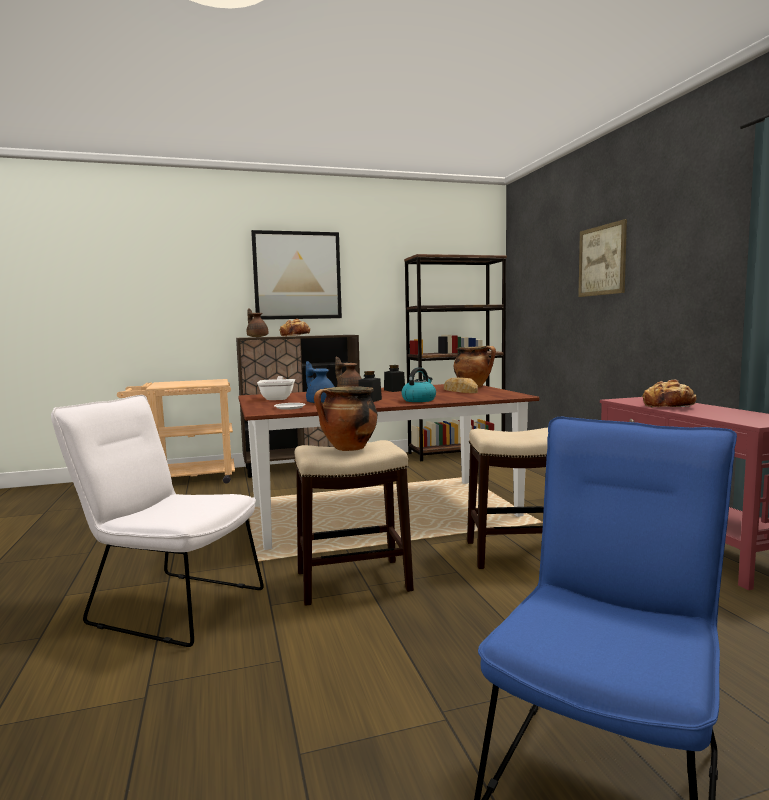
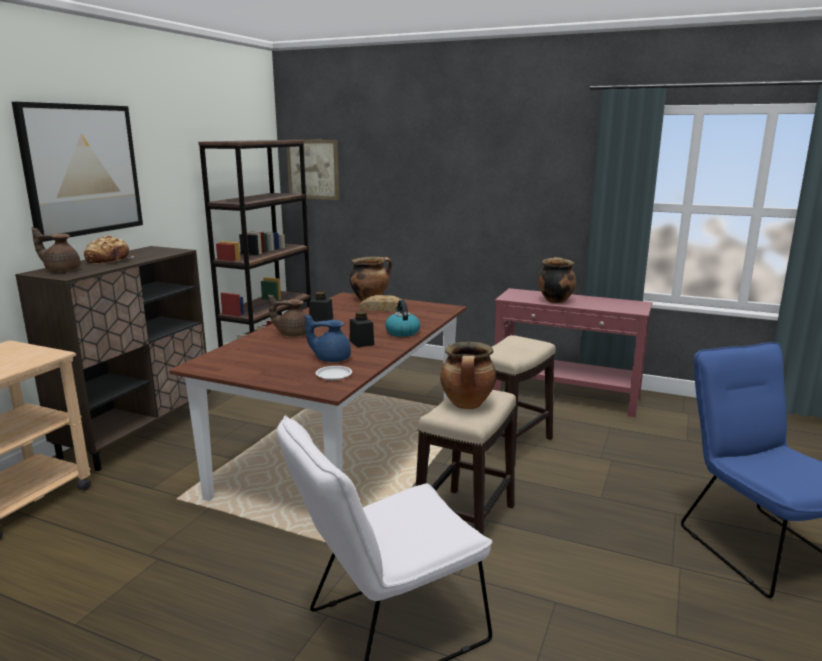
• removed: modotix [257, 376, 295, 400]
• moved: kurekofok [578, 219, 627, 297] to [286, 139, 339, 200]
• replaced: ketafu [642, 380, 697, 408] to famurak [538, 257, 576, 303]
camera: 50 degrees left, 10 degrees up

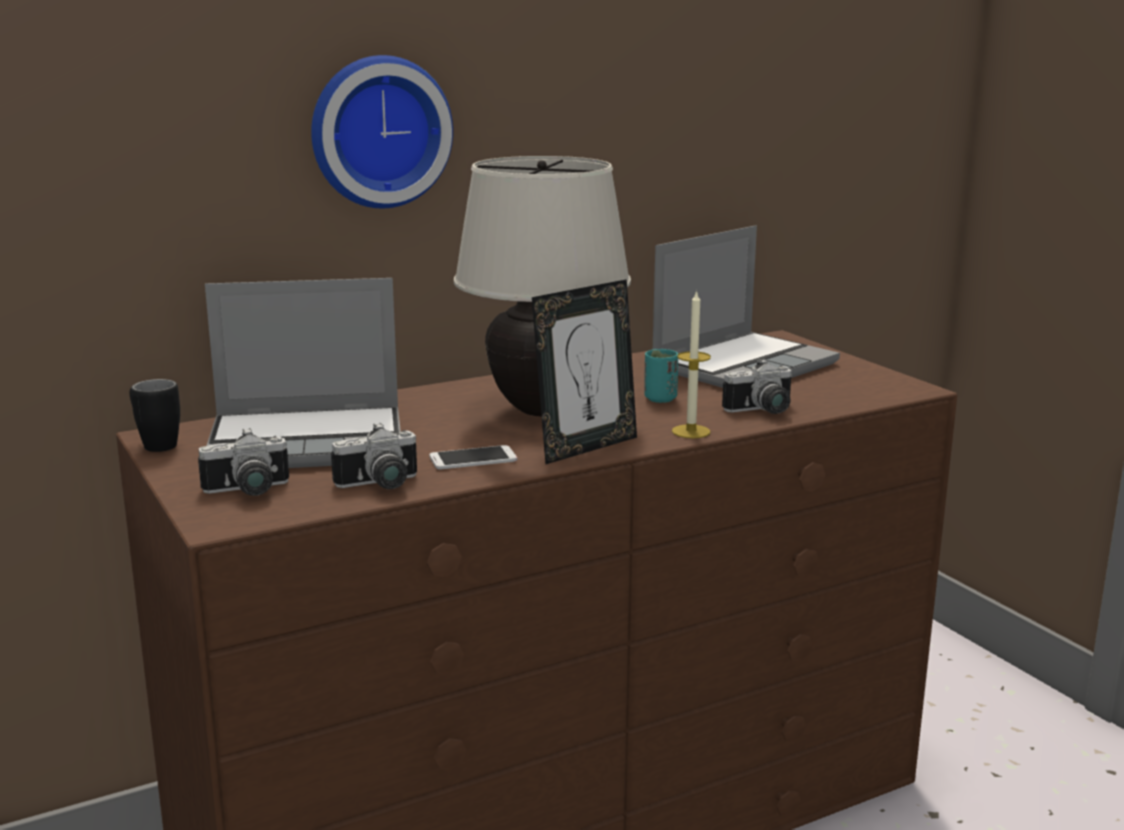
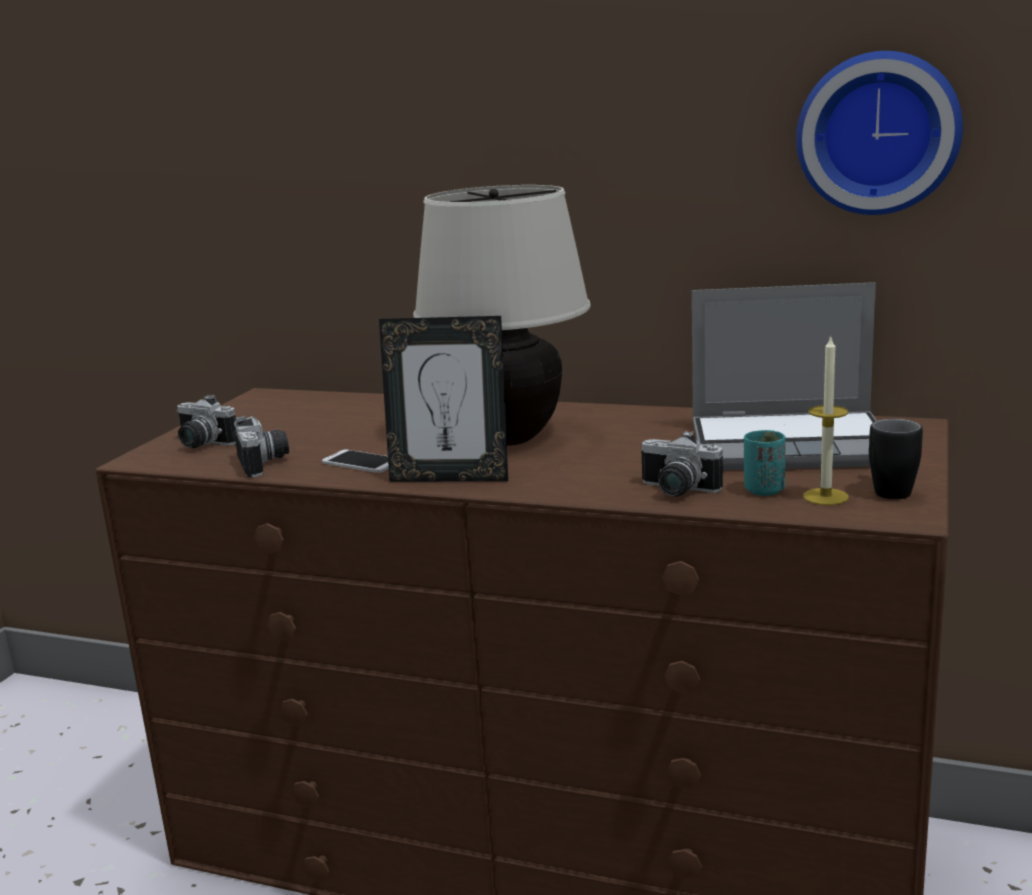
• moved: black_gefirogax [130, 379, 180, 452] to [869, 419, 923, 499]
• removed: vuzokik [205, 278, 401, 468]
• moved: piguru [311, 55, 453, 209] to [796, 51, 963, 215]
• turned: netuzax [331, 423, 417, 489] = [234, 415, 289, 478] 135 degrees counterclockwise
• moved: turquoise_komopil [644, 349, 678, 403] to [744, 430, 785, 496]
• moved: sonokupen [672, 290, 711, 438] to [803, 336, 849, 505]
camera: 50 degrees right, 0 degrees up

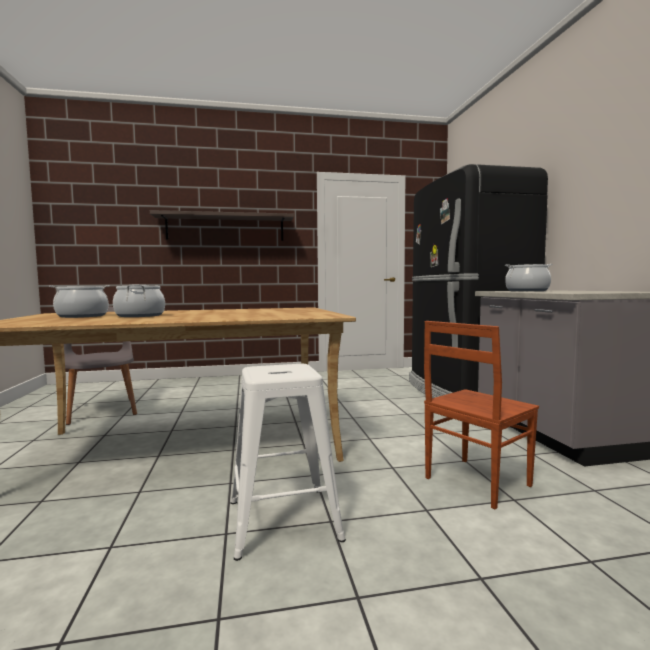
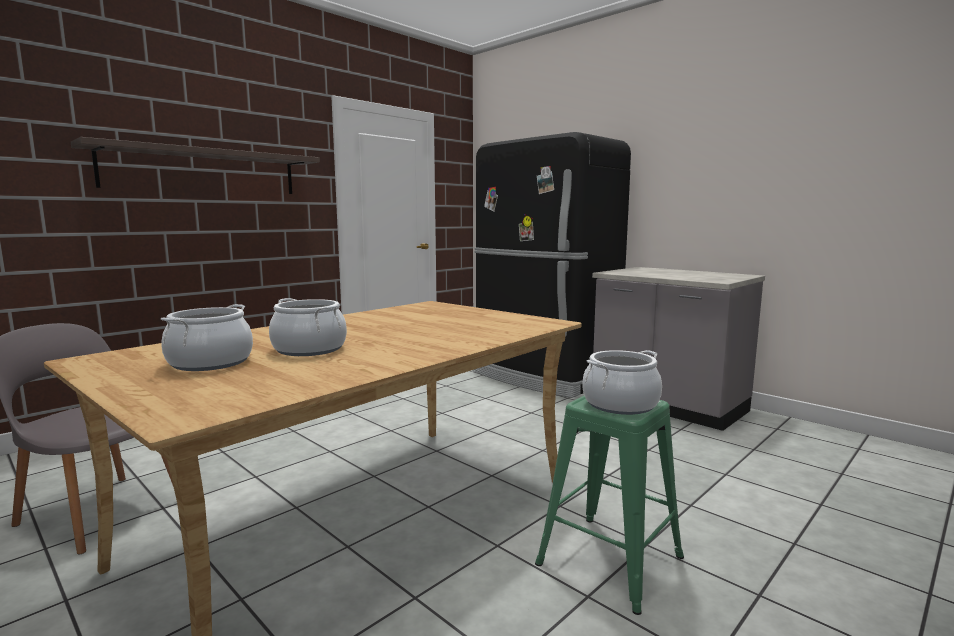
• recoloured: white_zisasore [230, 364, 346, 561] to green_zisasore [535, 396, 684, 615]
• removed: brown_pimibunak [424, 321, 539, 509]
• moved: famurak [505, 264, 553, 291] to [583, 350, 662, 415]
camera: 35 degrees left, 5 degrees up

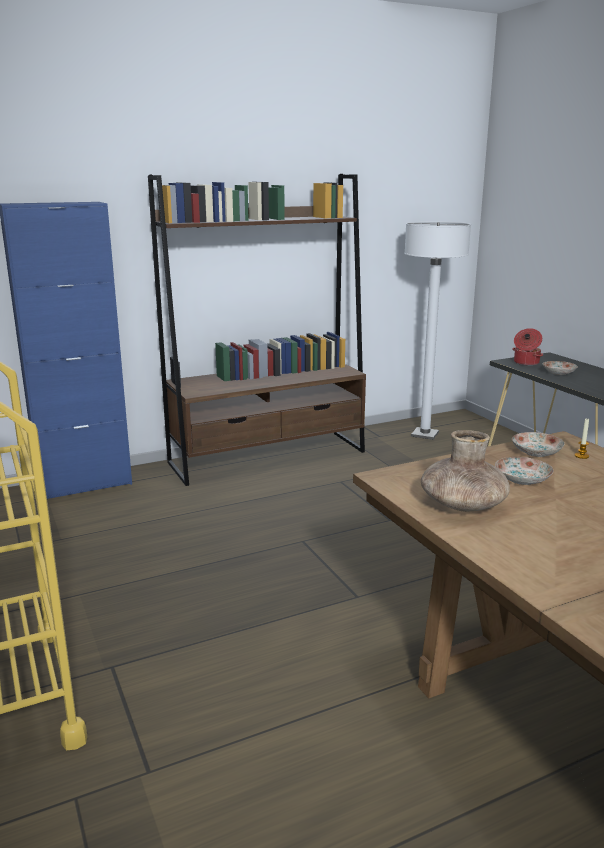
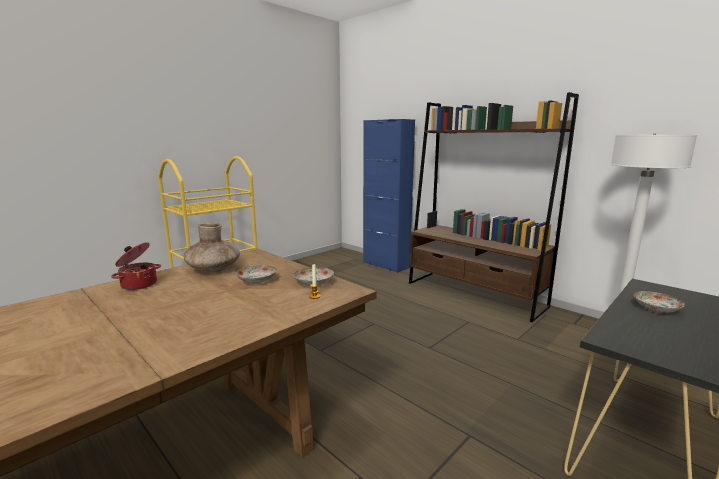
• moved: famurak [512, 328, 543, 366] to [111, 242, 161, 290]
camera: 70 degrees right, 5 degrees down

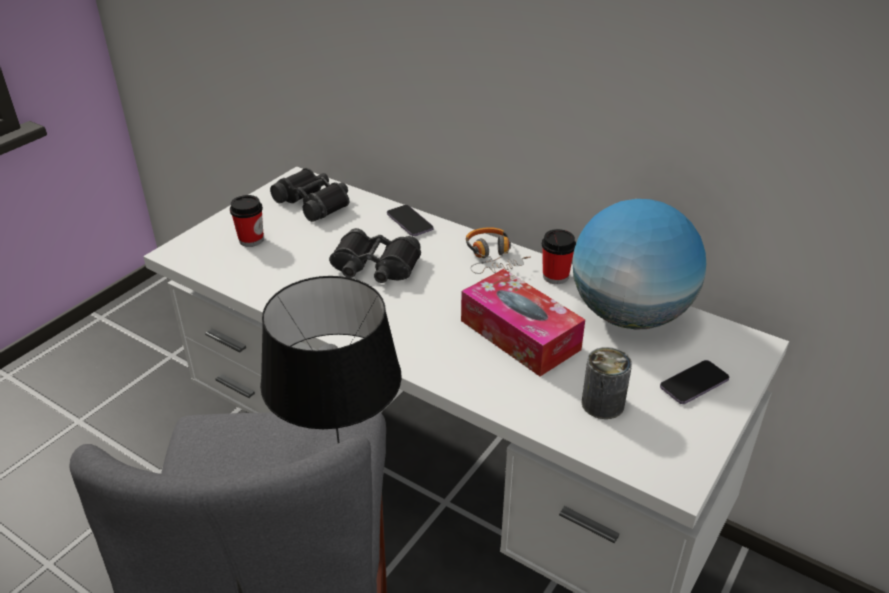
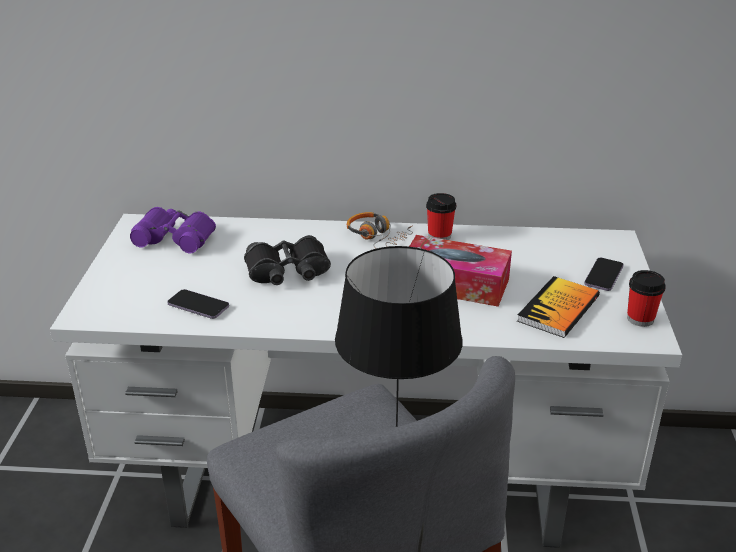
• moved: komopil [230, 195, 264, 247] to [627, 270, 666, 327]
• recoloured: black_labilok [270, 168, 350, 222] to purple_labilok [130, 207, 216, 254]
• moved: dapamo [387, 205, 433, 236] to [167, 289, 229, 319]
• removed: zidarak [572, 199, 706, 330]
• replaced: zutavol [582, 347, 632, 419] to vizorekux [517, 276, 600, 338]
camera: 30 degrees left, 5 degrees down

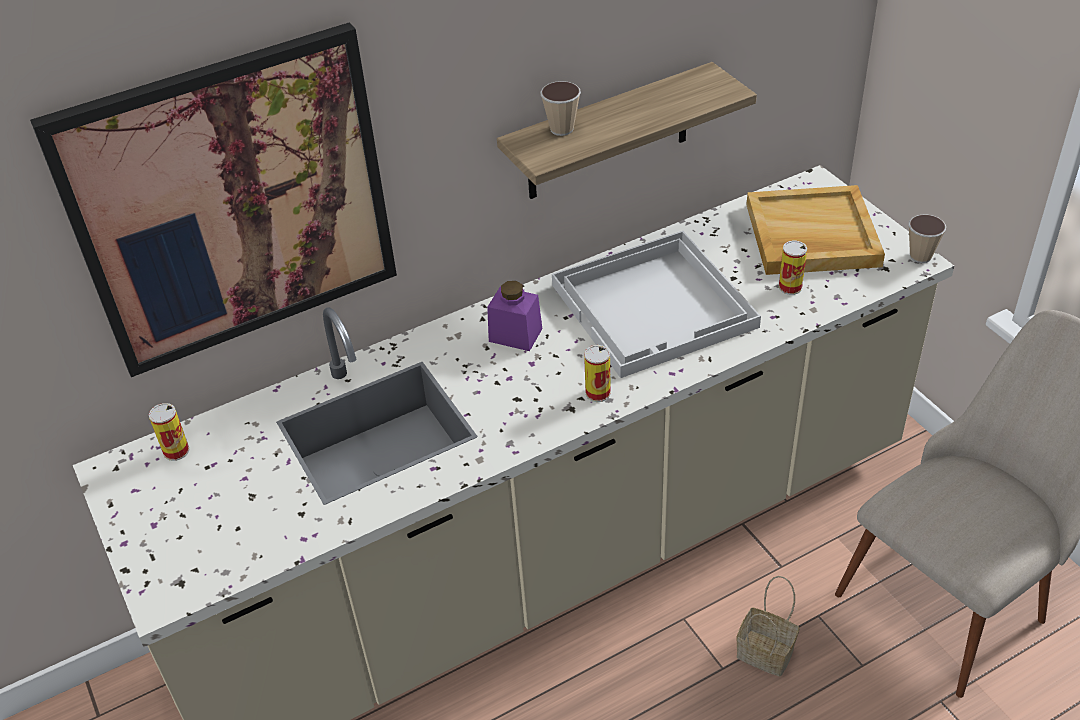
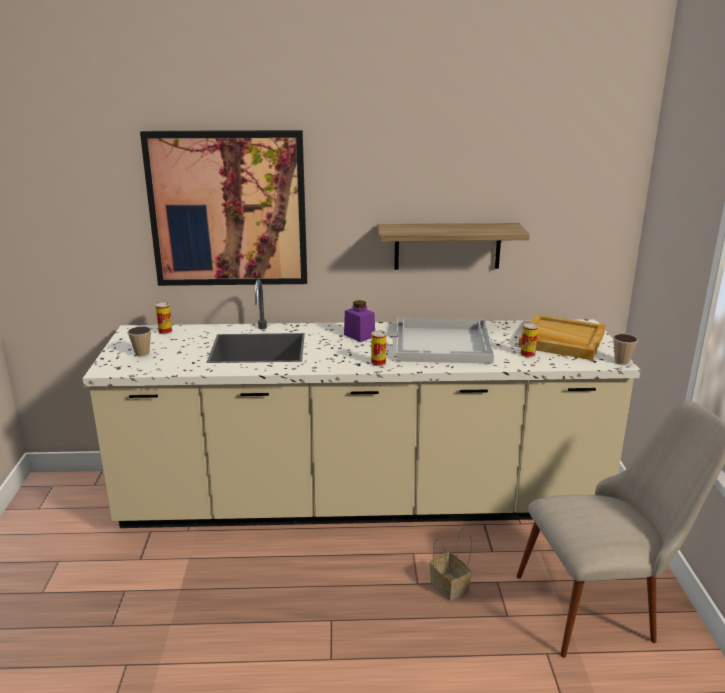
• moved: komopil [540, 81, 581, 136] to [127, 326, 151, 357]
camera: 25 degrees right, 20 degrees down

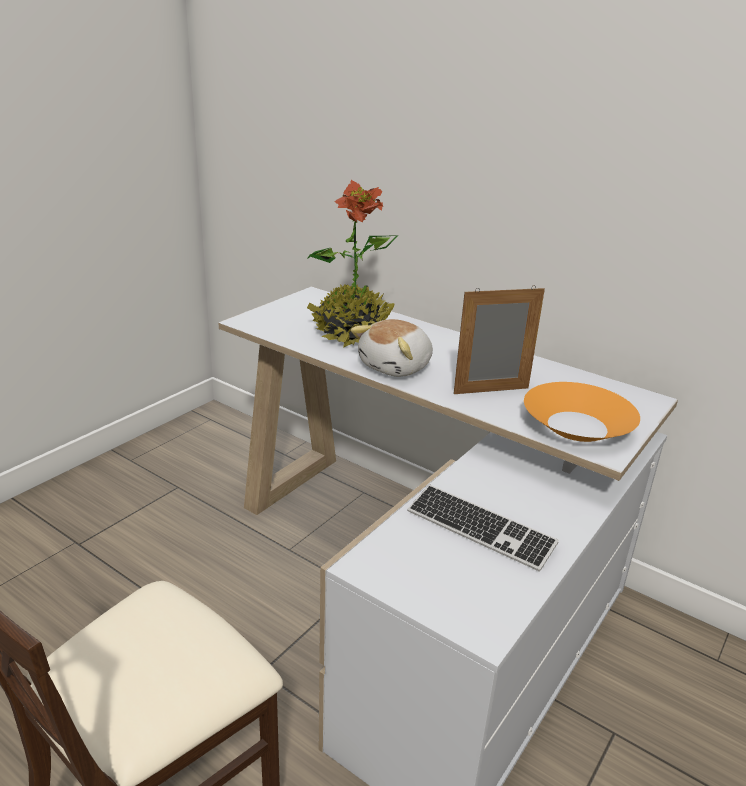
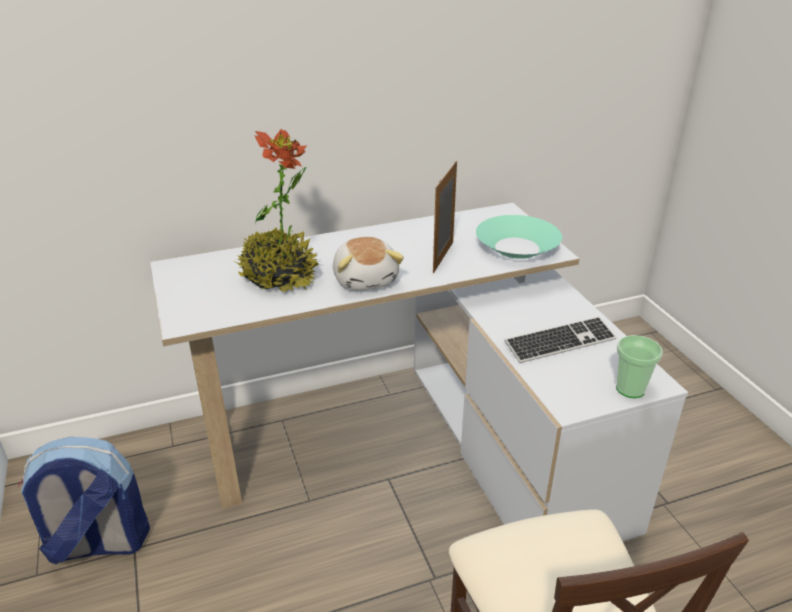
• recoloured: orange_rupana [524, 382, 640, 442] to turquoise_rupana [476, 215, 562, 259]
• added: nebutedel [18, 437, 150, 565]
• added: komopil [616, 335, 663, 398]
camera: 55 degrees left, 5 degrees up

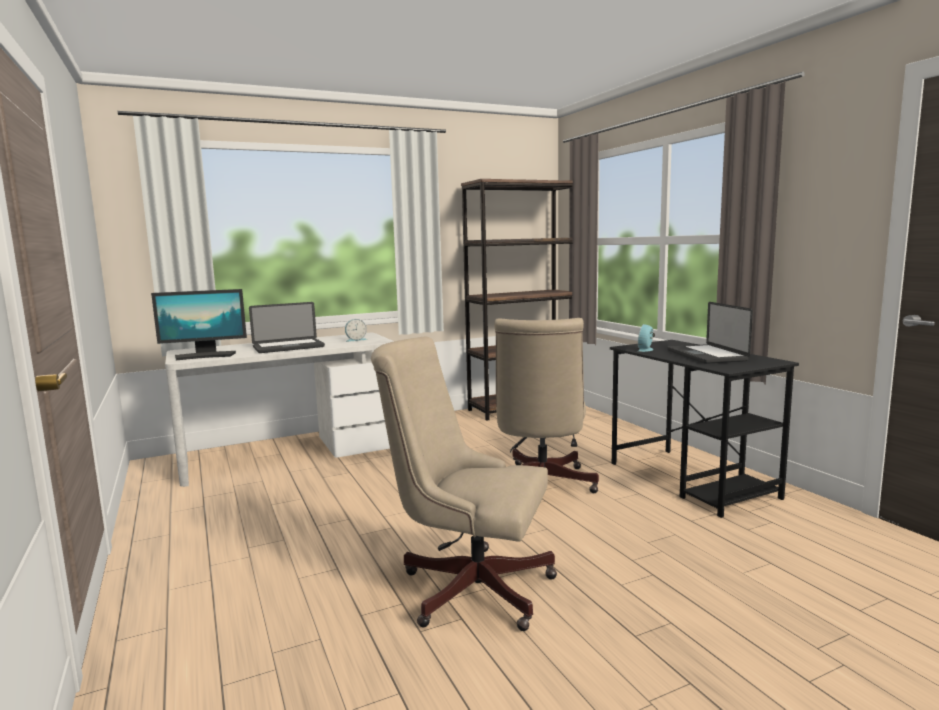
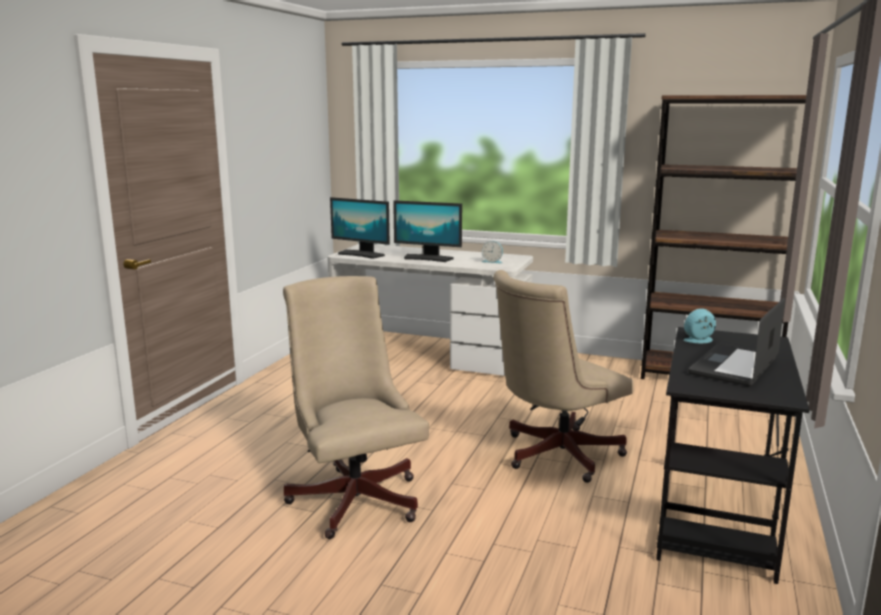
• replaced: vuzokik [249, 302, 325, 353] to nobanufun [393, 200, 462, 262]
camera: 45 degrees right, 5 degrees up

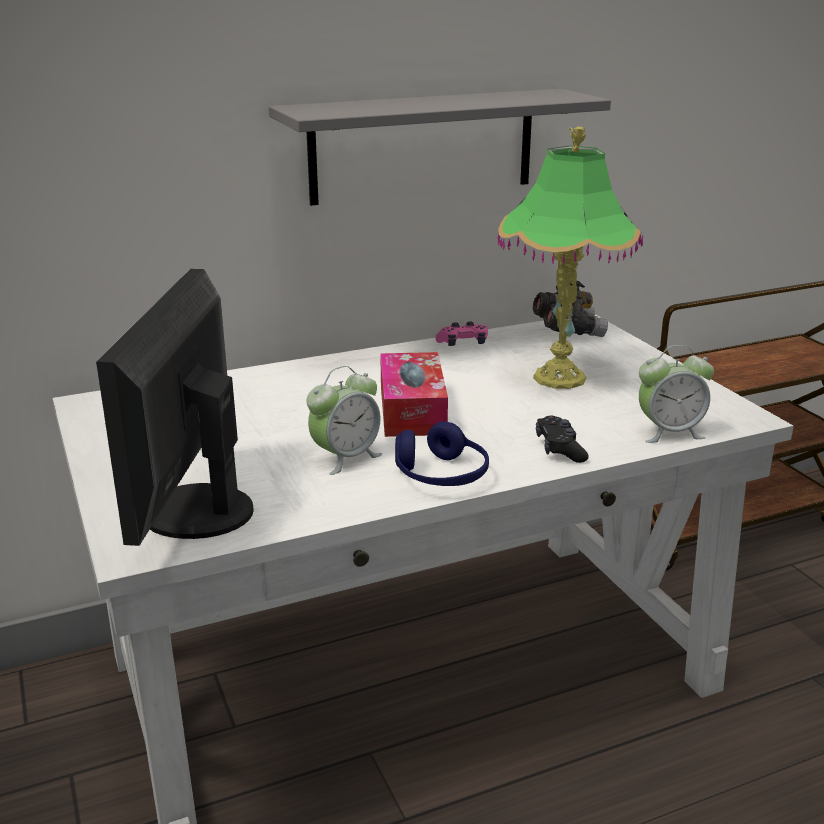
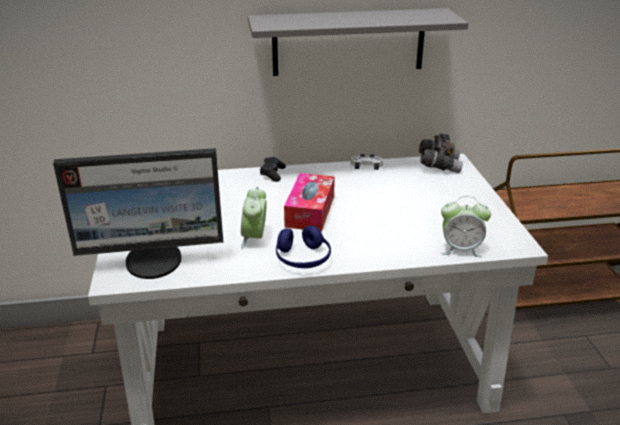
• turned: nobanufun [96, 269, 254, 546] = [53, 148, 224, 279] 120 degrees counterclockwise
• turned: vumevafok [307, 366, 382, 475] = [241, 186, 267, 249] 120 degrees clockwise
• recoloured: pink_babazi [436, 321, 488, 346] to white_babazi [350, 154, 383, 170]
• removed: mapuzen [498, 127, 643, 389]
• moved: black_babazi [536, 416, 589, 463] to [260, 157, 286, 182]
camera: 15 degrees right, 5 degrees up

